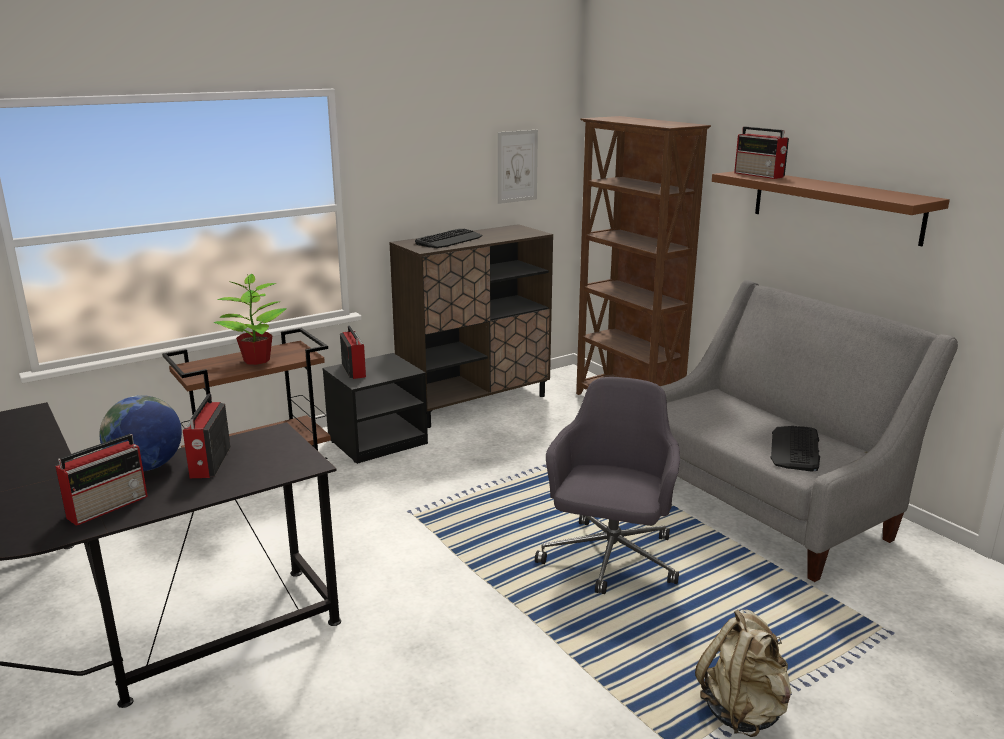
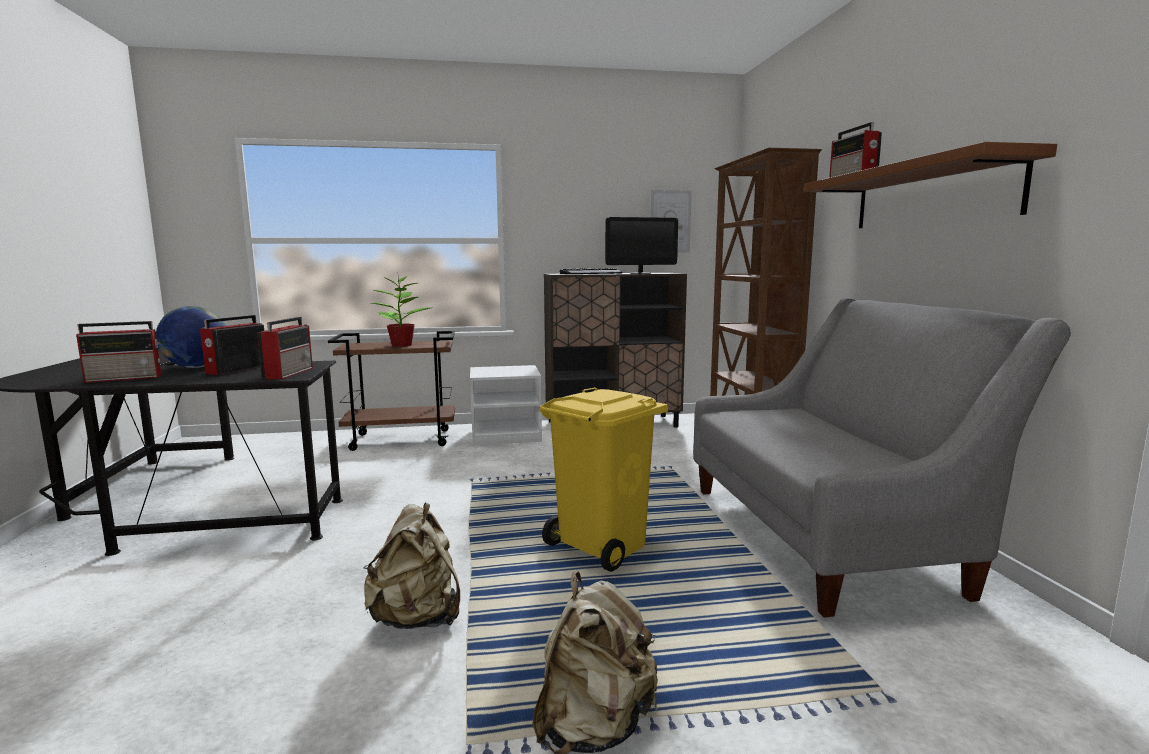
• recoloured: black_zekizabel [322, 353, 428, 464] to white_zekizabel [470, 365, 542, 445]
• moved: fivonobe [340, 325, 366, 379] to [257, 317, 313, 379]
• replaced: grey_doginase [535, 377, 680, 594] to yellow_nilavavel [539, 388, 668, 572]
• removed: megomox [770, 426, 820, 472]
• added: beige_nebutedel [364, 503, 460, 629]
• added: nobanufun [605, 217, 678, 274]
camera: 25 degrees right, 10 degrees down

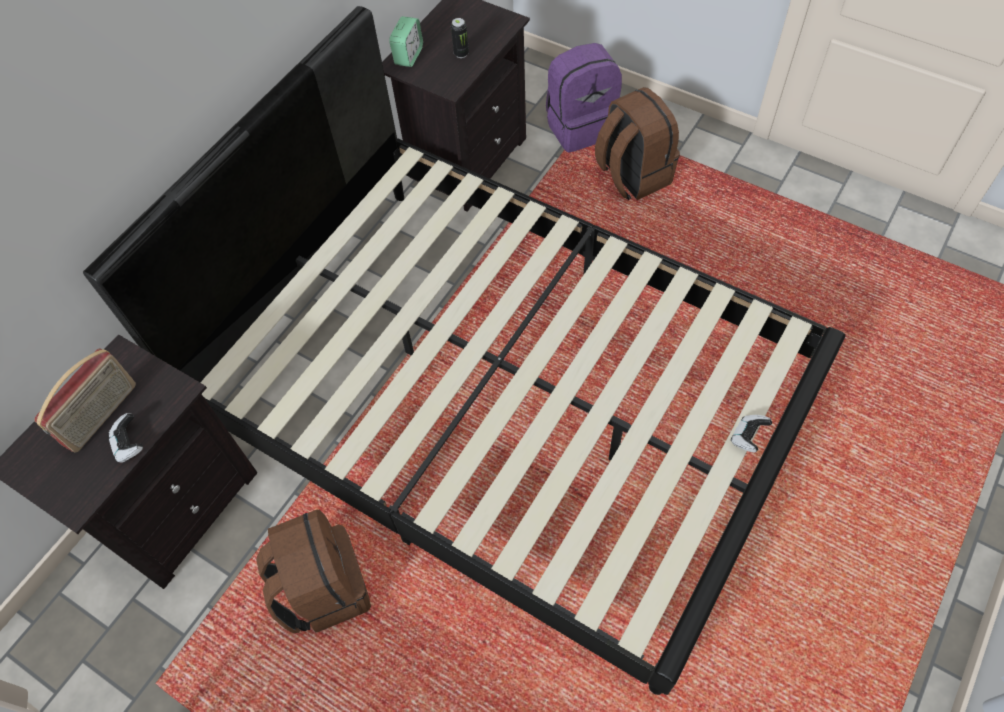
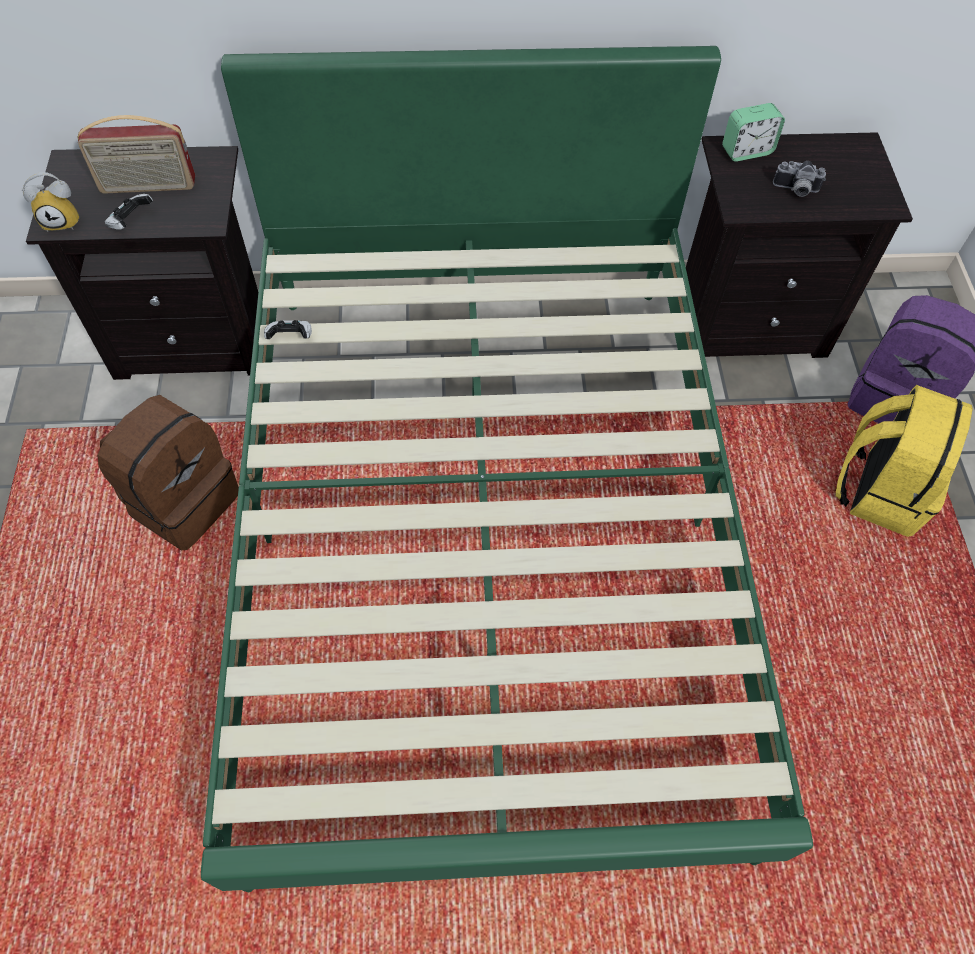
• recoloured: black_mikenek [83, 6, 845, 695] to green_mikenek [201, 46, 813, 892]
• replaced: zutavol [451, 18, 469, 58] to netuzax [773, 161, 826, 197]
• recoloured: brown_nebutedel [595, 87, 680, 200] to yellow_nebutedel [836, 385, 973, 537]
• moved: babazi [731, 415, 772, 453] to [264, 320, 312, 339]
• added: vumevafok [22, 172, 80, 232]
camera: 50 degrees right, 0 degrees up

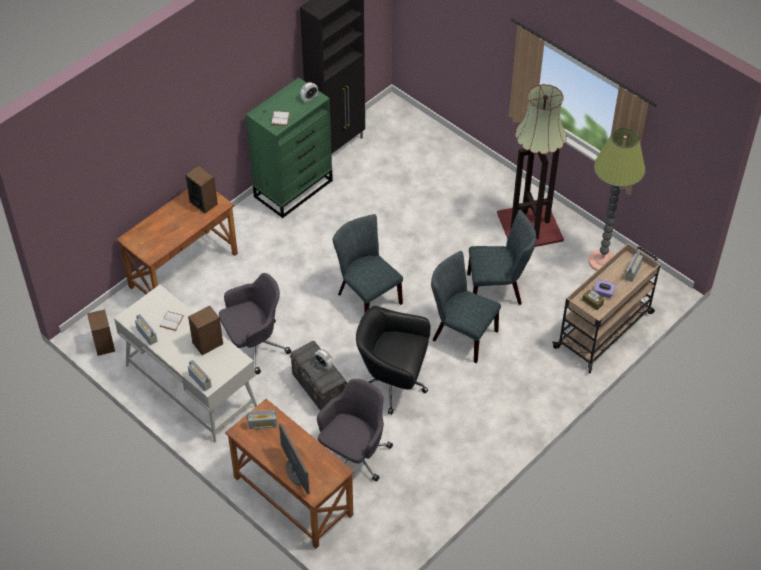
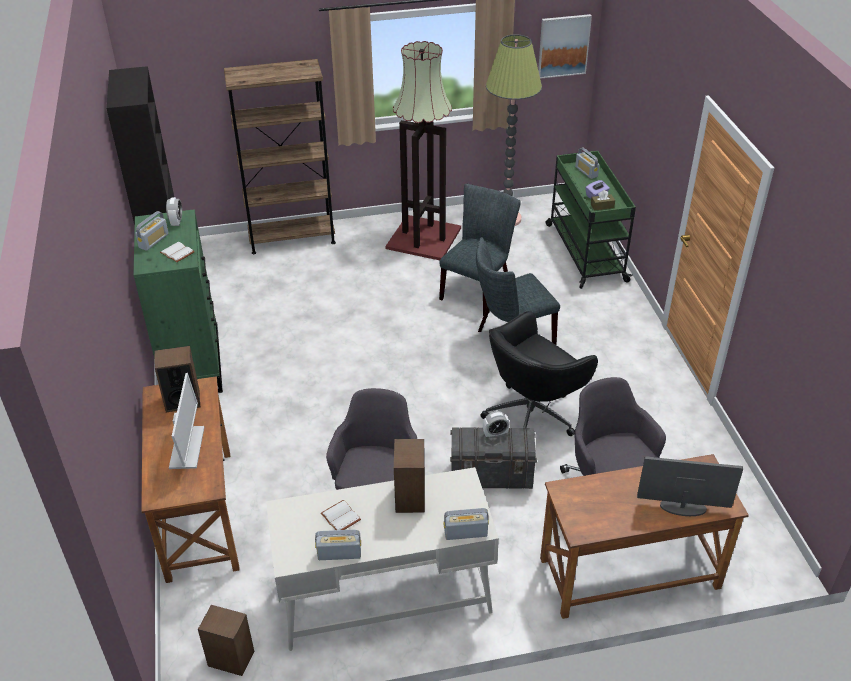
• moved: fivonobe [247, 410, 277, 429] to [135, 211, 169, 251]
• removed: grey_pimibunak [333, 214, 403, 312]
• recoloured: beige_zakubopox [552, 243, 661, 373] to green_zakubopox [545, 151, 636, 289]
• added: nobanufun [169, 373, 204, 469]
• added: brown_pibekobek [224, 59, 336, 254]
• added: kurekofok [538, 14, 592, 79]
camera: 55 degrees left, 10 degrees down

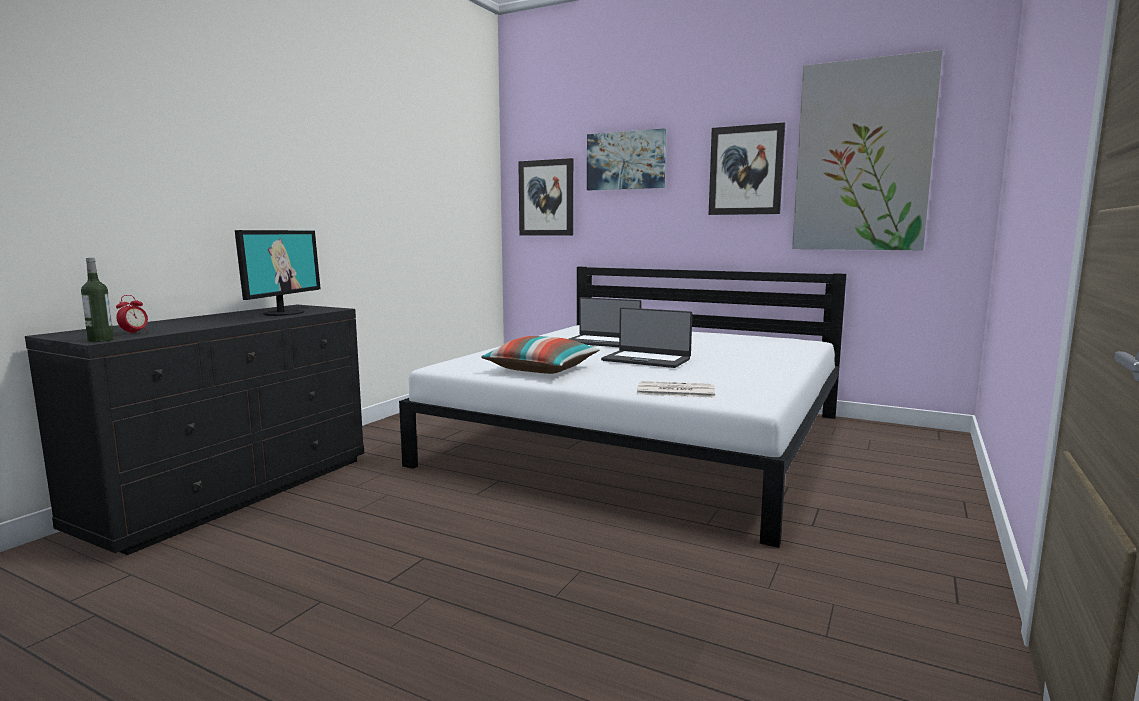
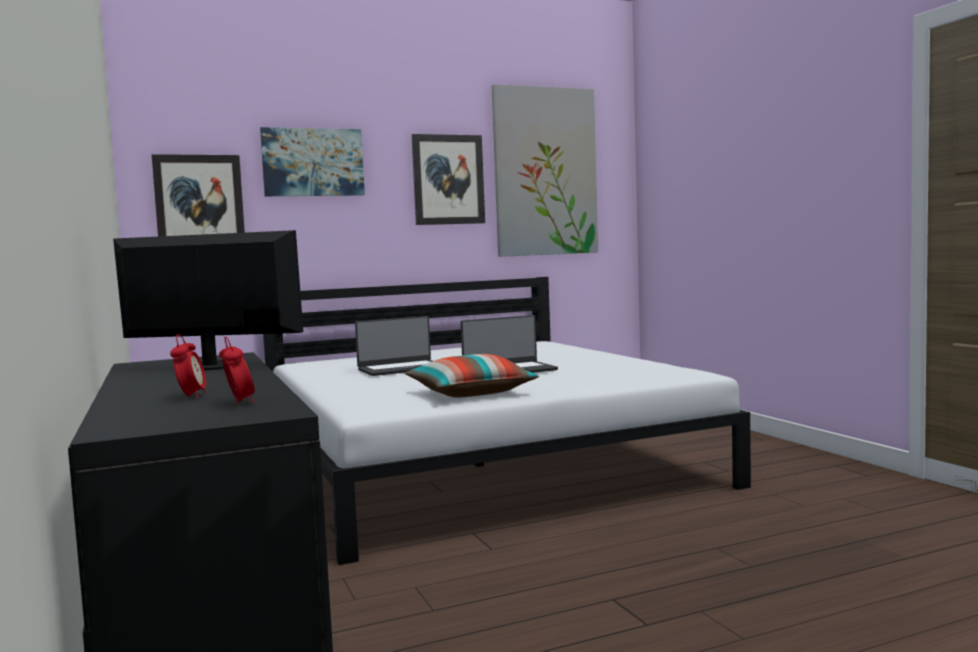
• removed: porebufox [81, 258, 114, 342]
• turned: nobanufun [235, 230, 321, 316] = [113, 230, 303, 370] 45 degrees counterclockwise
• removed: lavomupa [637, 381, 715, 398]
• added: vumevafok [170, 334, 206, 398]
camera: 50 degrees left, 5 degrees down

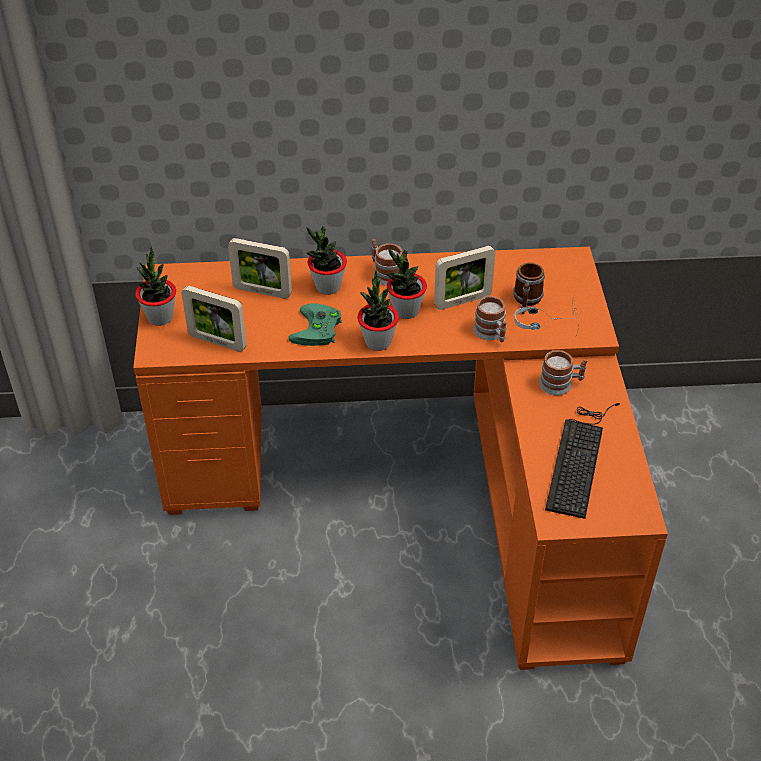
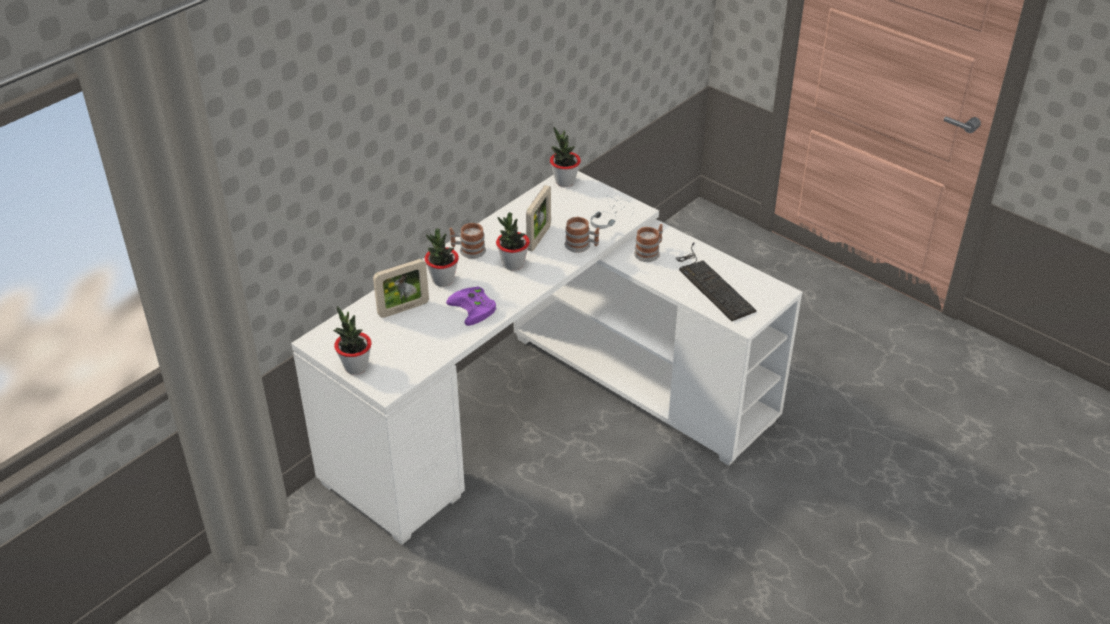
• recoloured: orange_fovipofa [133, 247, 668, 670] to white_fovipofa [291, 171, 802, 545]
• removed: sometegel [182, 286, 247, 352]
• recoloured: green_babazi [289, 303, 342, 346] to purple_babazi [446, 286, 496, 326]
• moved: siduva [357, 270, 399, 351] to [550, 127, 581, 187]
• removed: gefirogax [513, 262, 545, 314]
camera: 45 degrees left, 5 degrees down

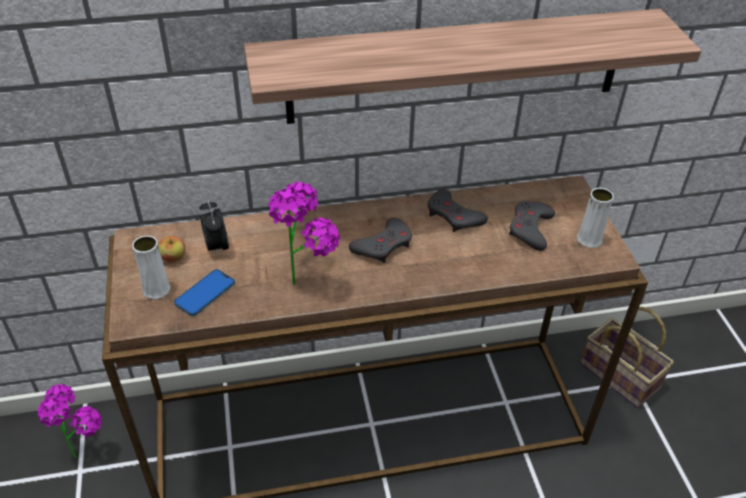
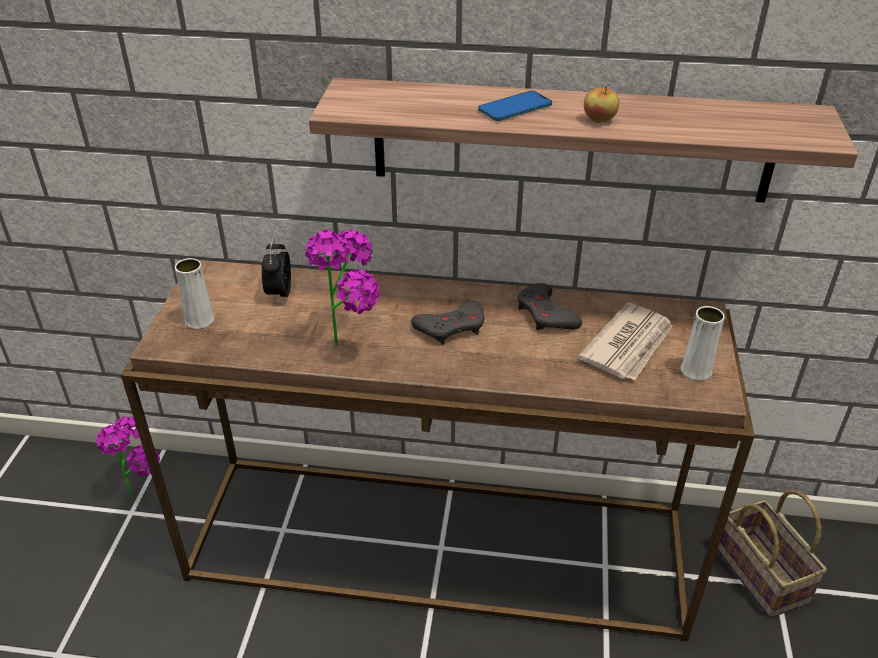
• moved: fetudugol [158, 236, 185, 263] to [584, 85, 619, 123]
• moved: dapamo [174, 269, 235, 316] to [478, 91, 552, 121]
• replaced: grey_babazi [509, 201, 555, 251] to lavomupa [578, 302, 673, 381]
camera: 20 degrees right, 5 degrees down

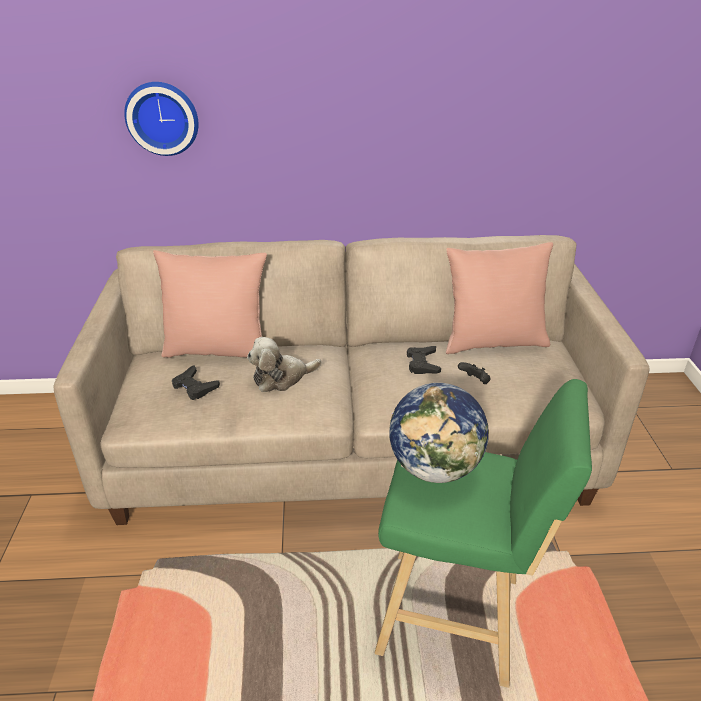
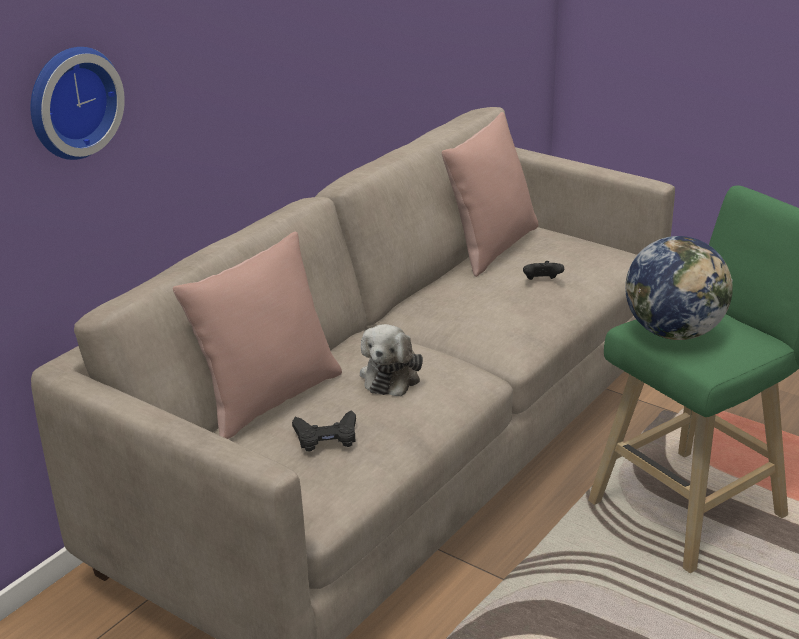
• removed: black_babazi [407, 346, 441, 374]
camera: 50 degrees left, 5 degrees down

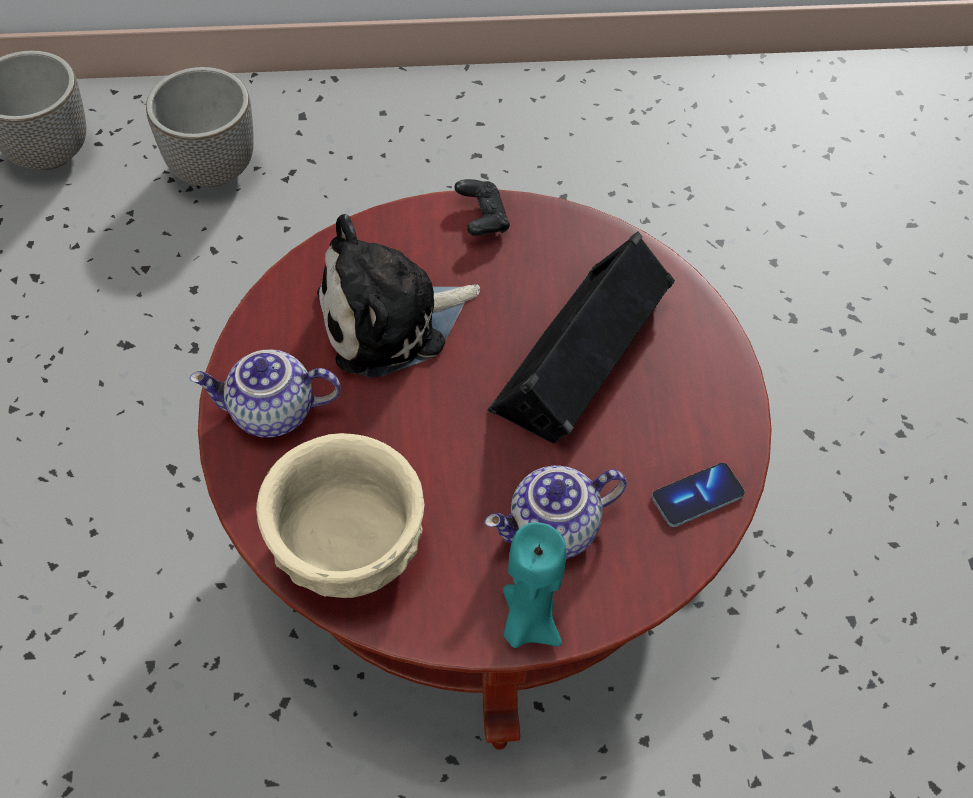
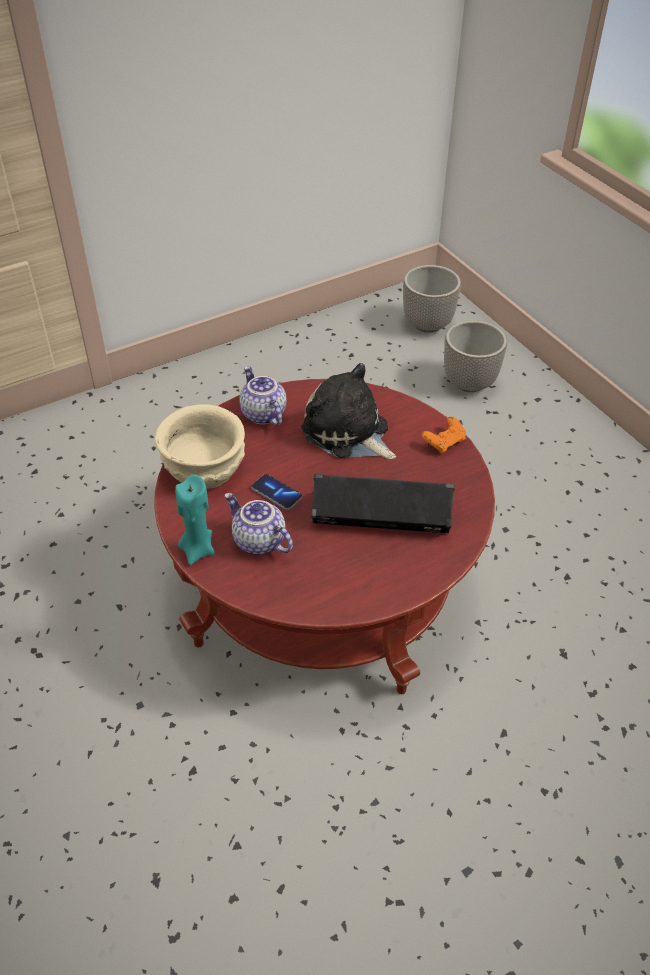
• recoloured: black_babazi [455, 179, 510, 236] to orange_babazi [422, 416, 466, 453]
• moved: dapamo [652, 463, 745, 527] to [251, 474, 302, 510]
camera: 65 degrees right, 10 degrees down

